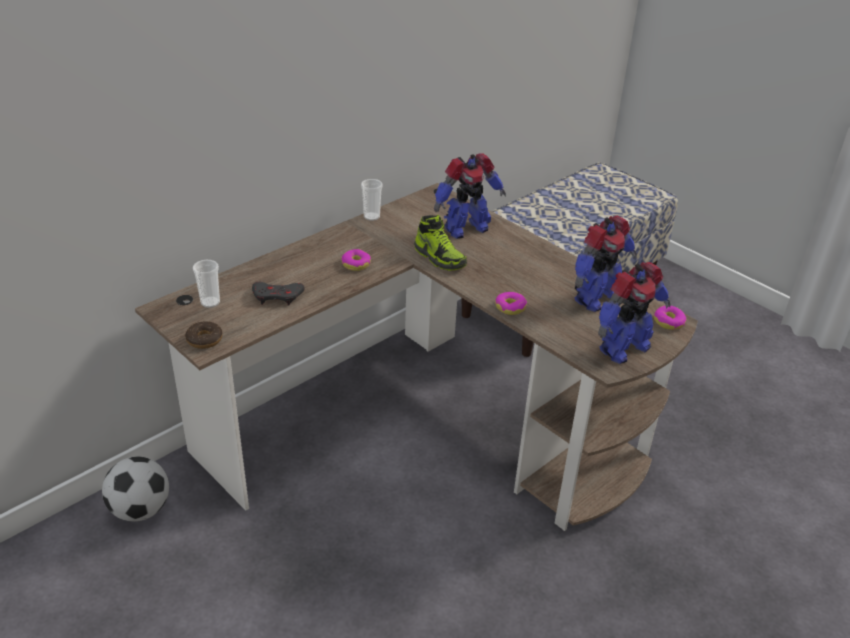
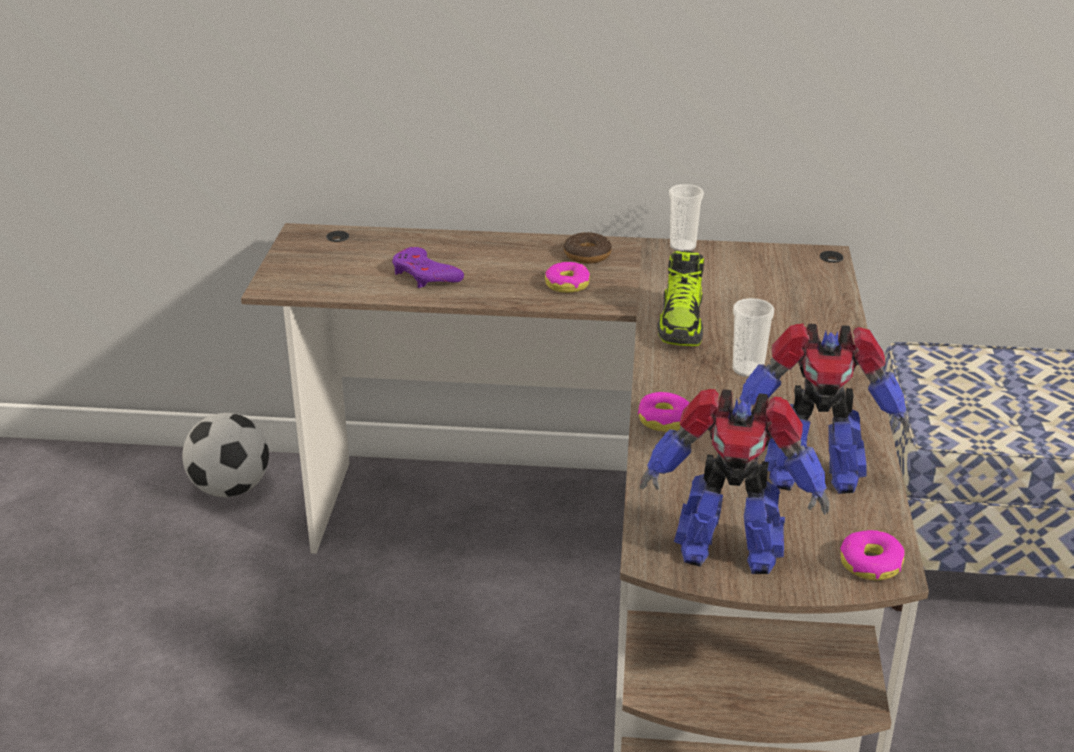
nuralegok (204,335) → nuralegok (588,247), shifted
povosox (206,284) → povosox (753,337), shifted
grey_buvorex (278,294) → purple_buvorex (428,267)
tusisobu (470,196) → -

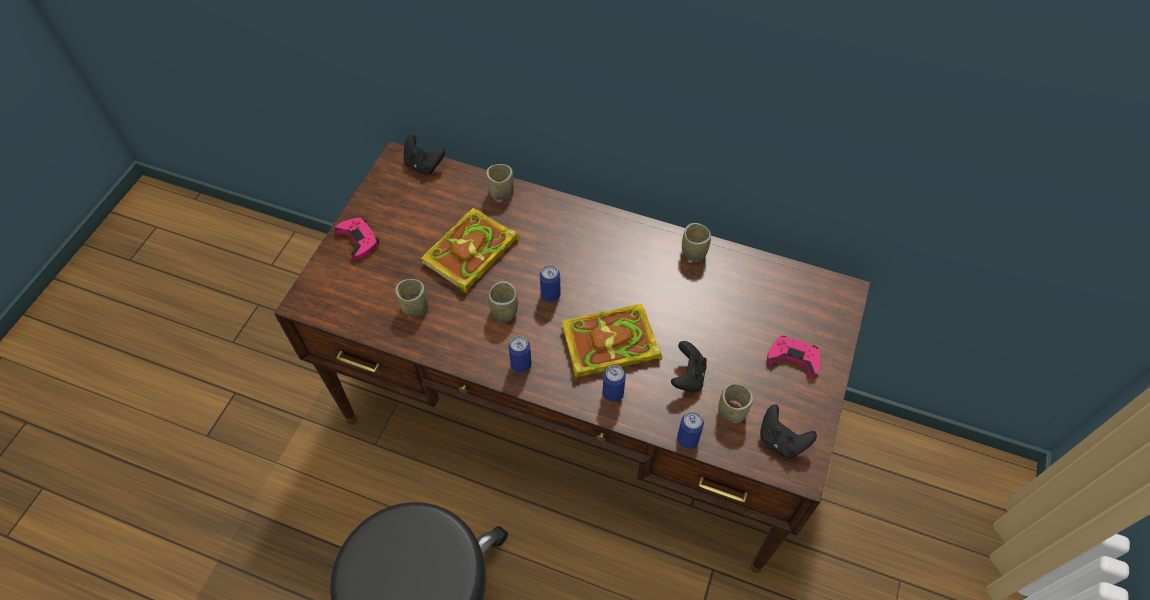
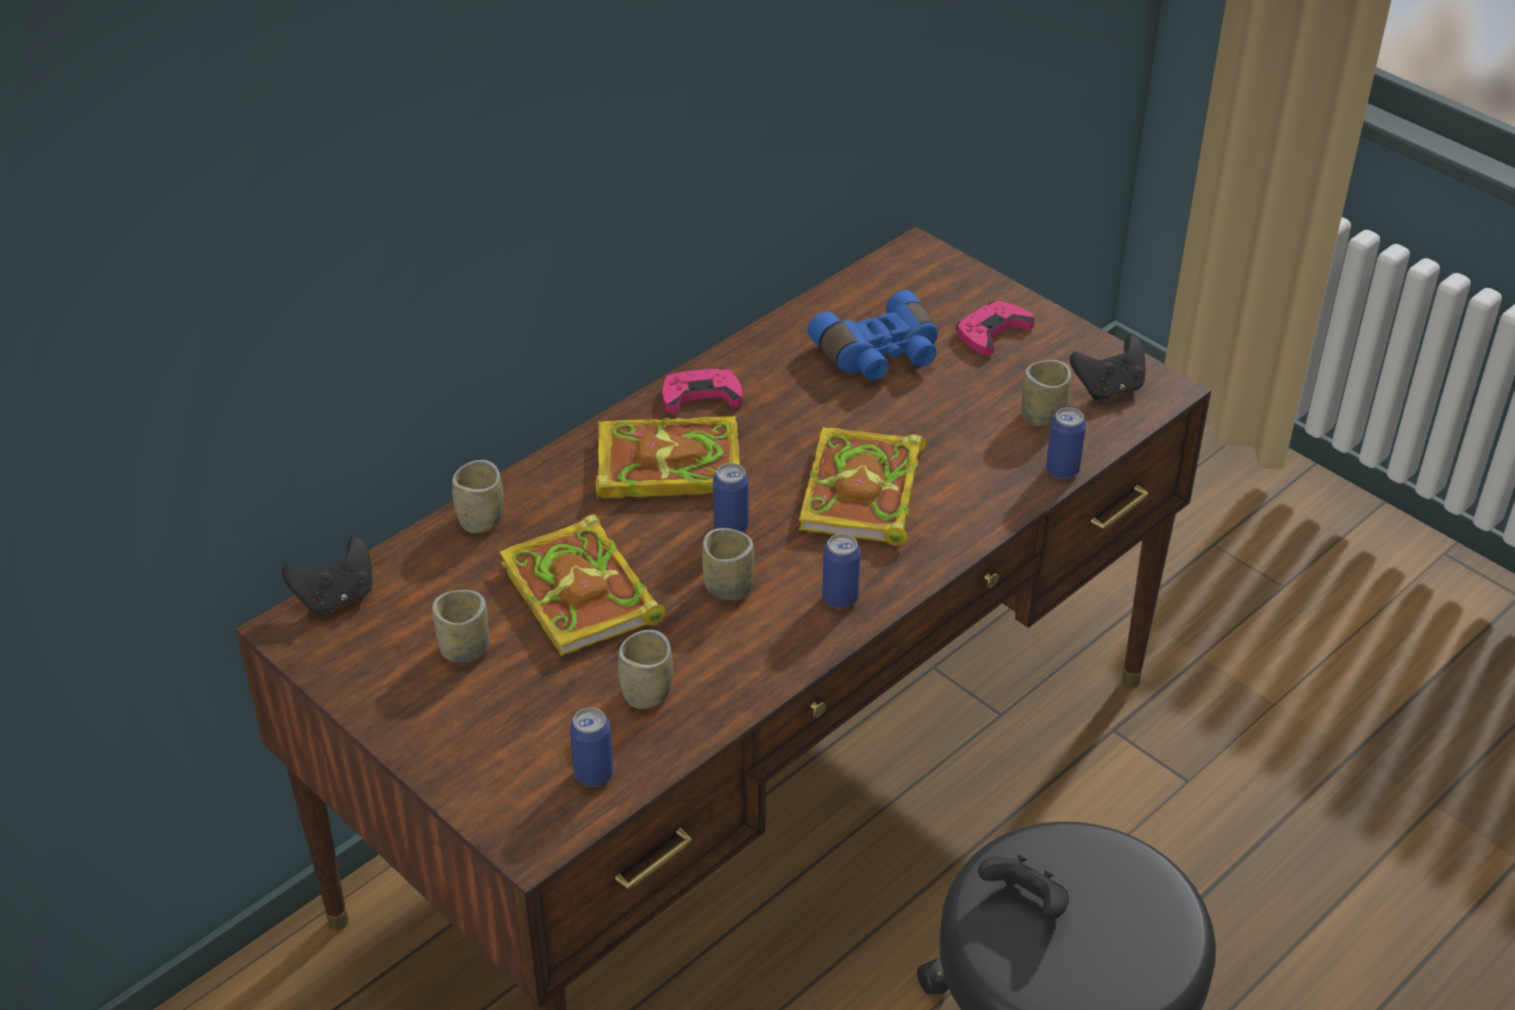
pink_buvorex (356,239) → pink_buvorex (702,391), shifted
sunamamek (614,383) → sunamamek (591,747), shifted
black_buvorex (689,366) → black_buvorex (1023,887), shifted
povosox (696,242) → povosox (460,626), shifted
- → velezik (668,457)
- → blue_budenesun (873,335)

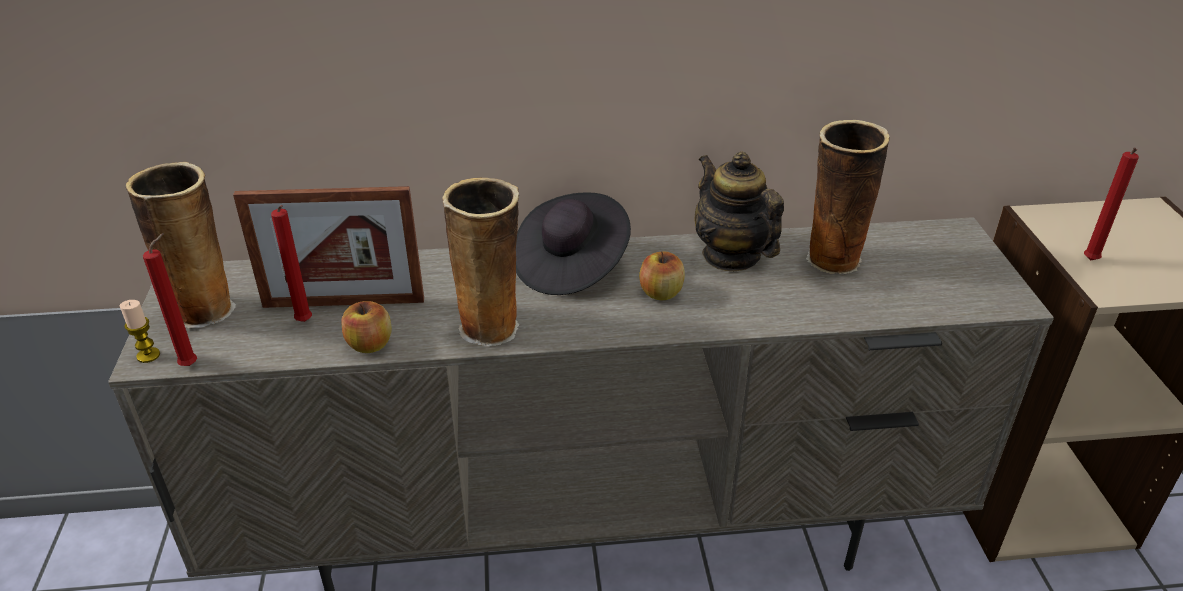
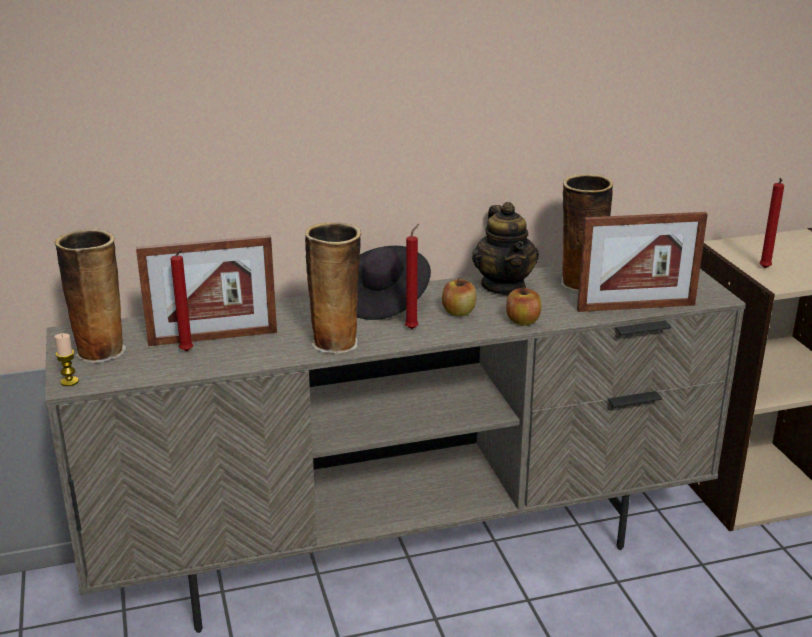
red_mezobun (170,299) → red_mezobun (412,276), shifted
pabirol (366,327) → pabirol (524,306), shifted
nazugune (739,211) → nazugune (505,248), 150 degrees counterclockwise
- → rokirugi (642,262)

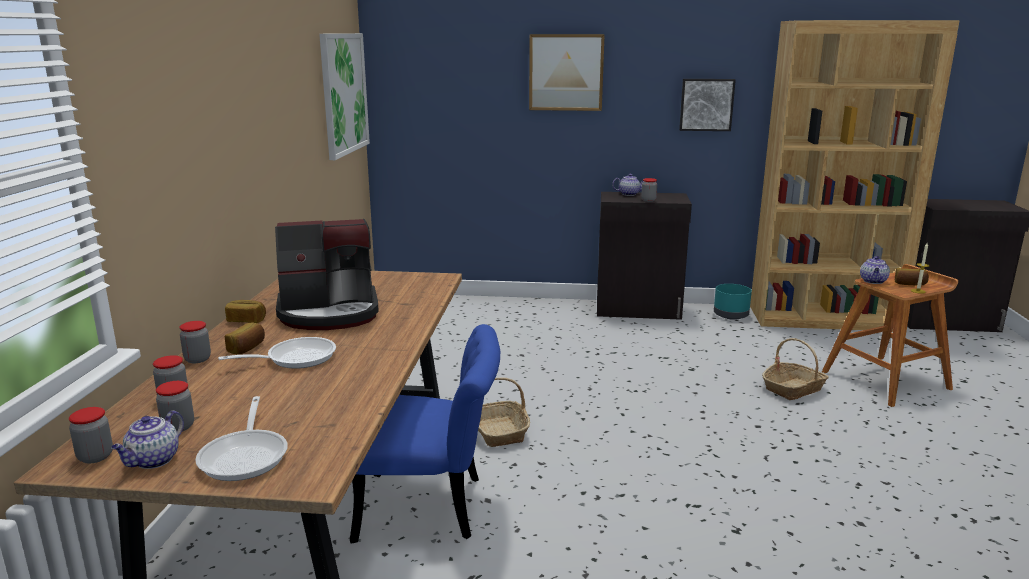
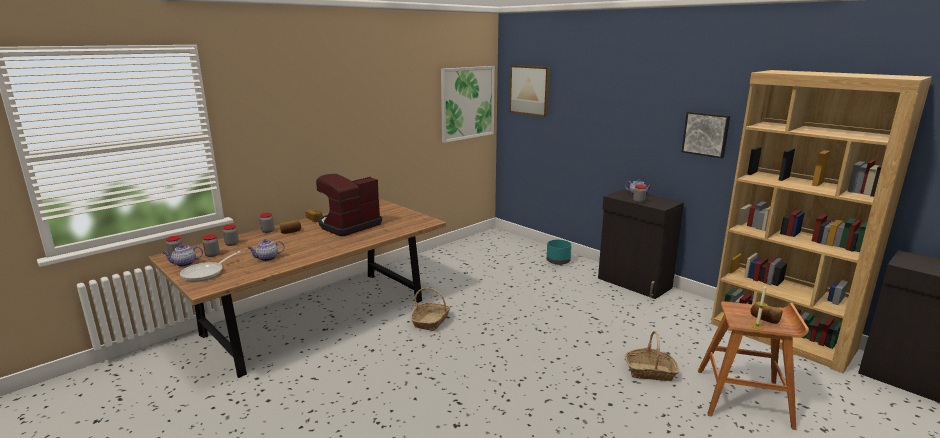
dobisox (277,353) → -
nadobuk (326,274) → nadobuk (349,205), 105 degrees clockwise
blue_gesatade (425,433) → -
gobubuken (567,72) → gobubuken (529,91), shifted
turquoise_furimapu (733,302) → turquoise_furimapu (559,252), shifted
nazugune (875,270) → nazugune (266,250), shifted

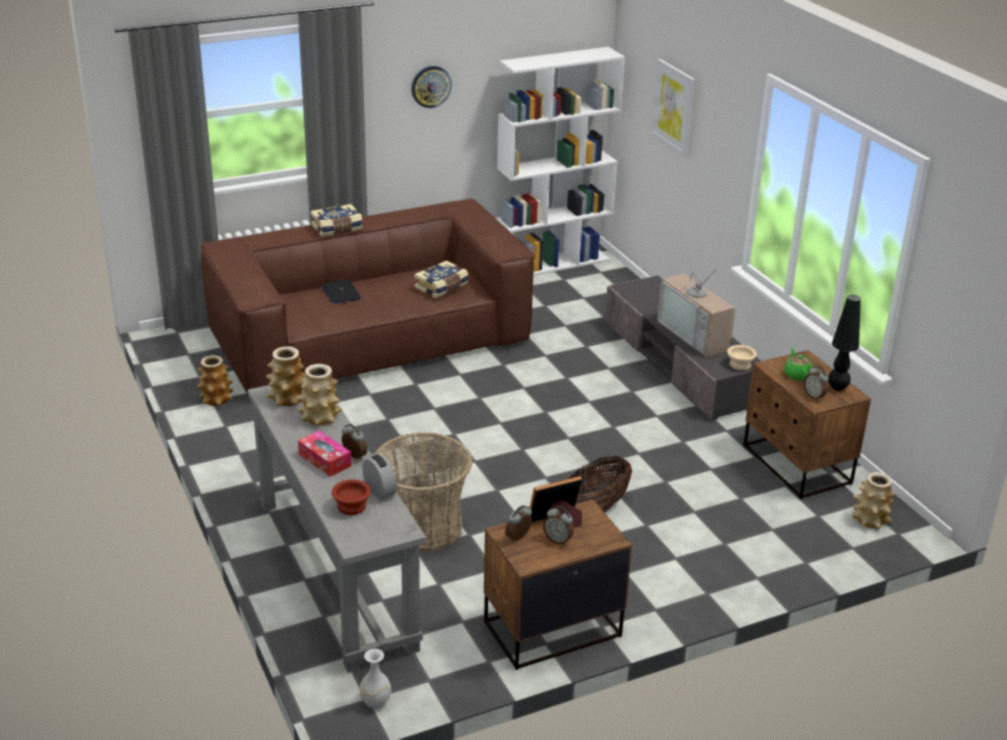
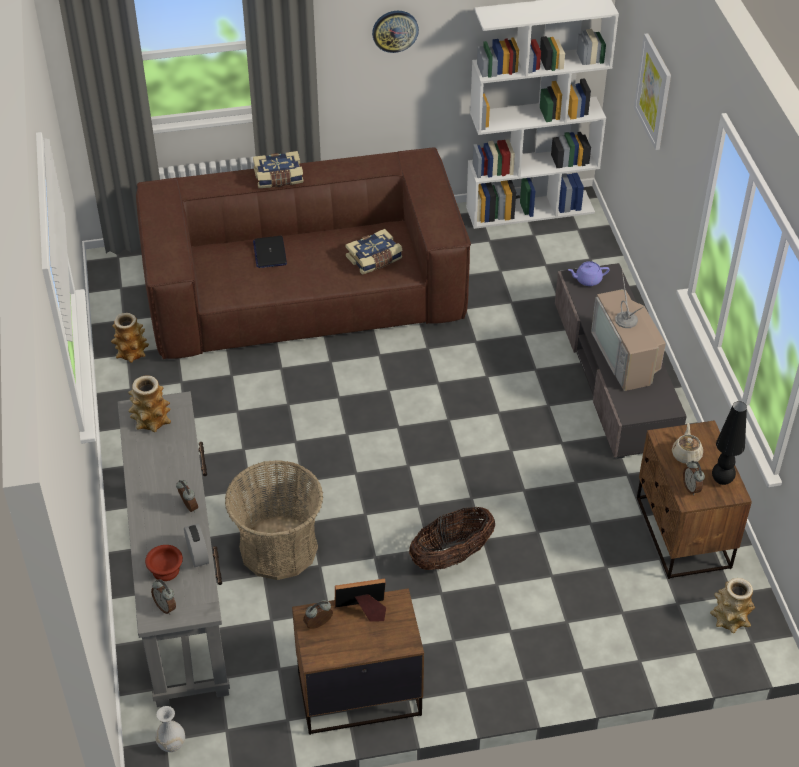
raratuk (319,394) → -
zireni (325,454) → -
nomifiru (558,525) → nomifiru (163,596), shifted
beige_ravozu (742,357) → -
green_nazugune (798,364) → beige_nazugune (687,444)
- → purple_nazugune (589,273)

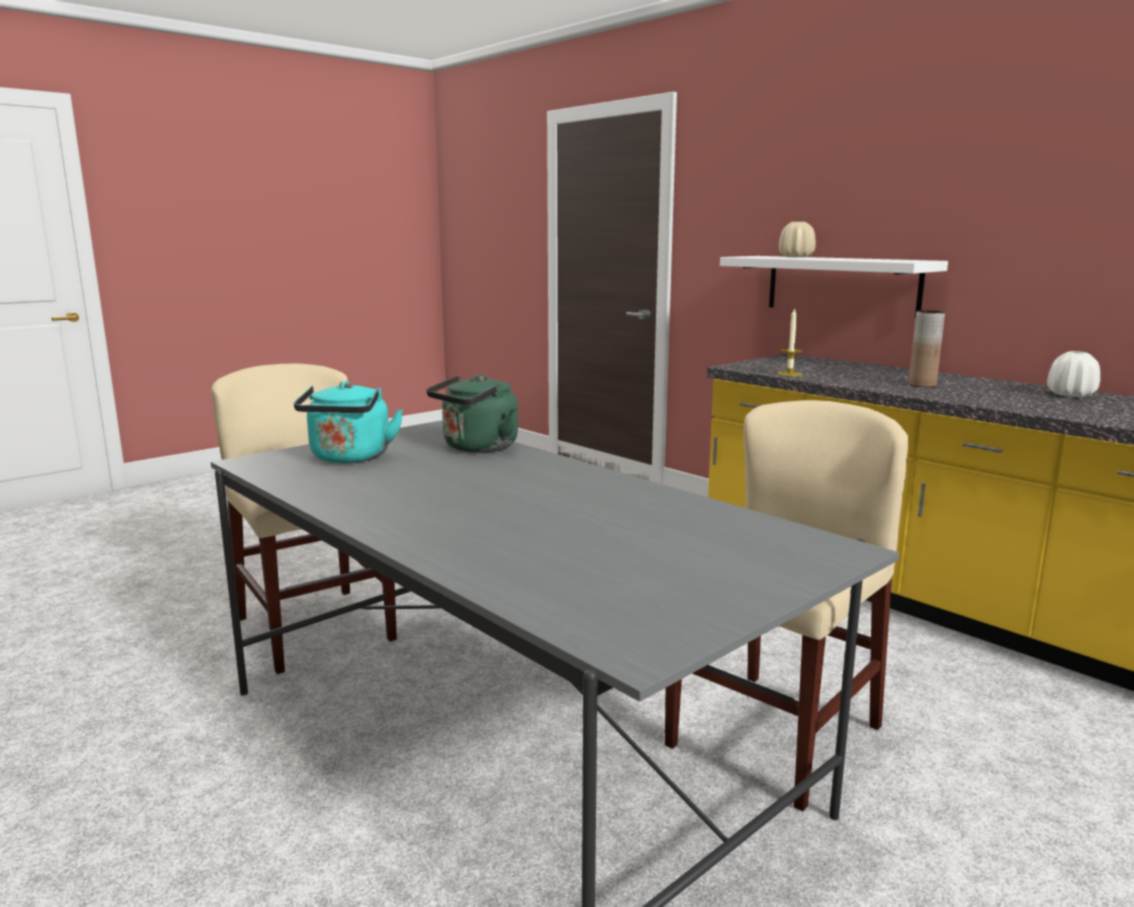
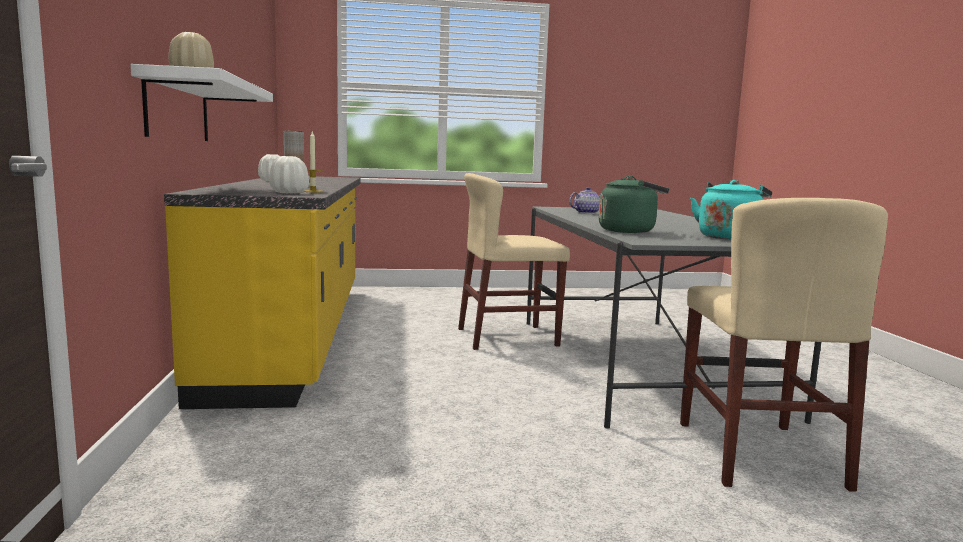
- → white_raratuk (289,175)
- → nazugune (584,200)

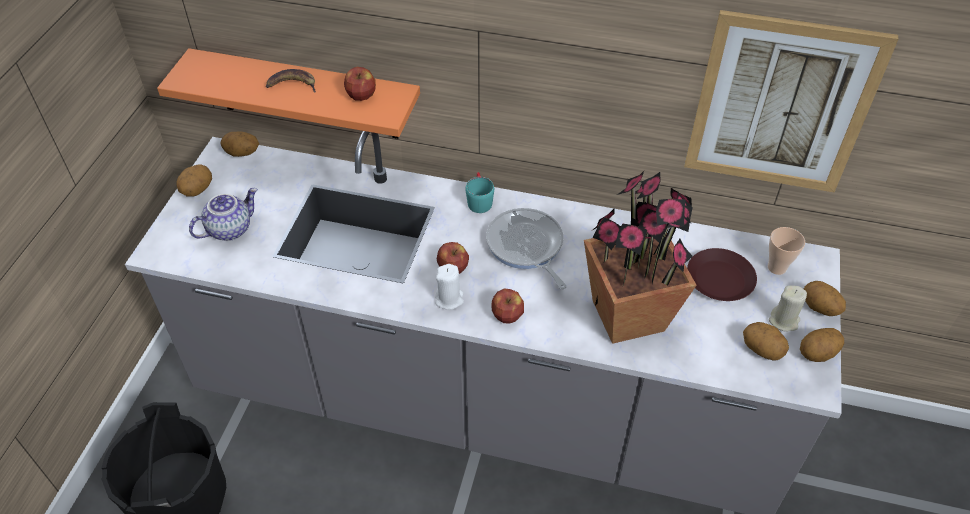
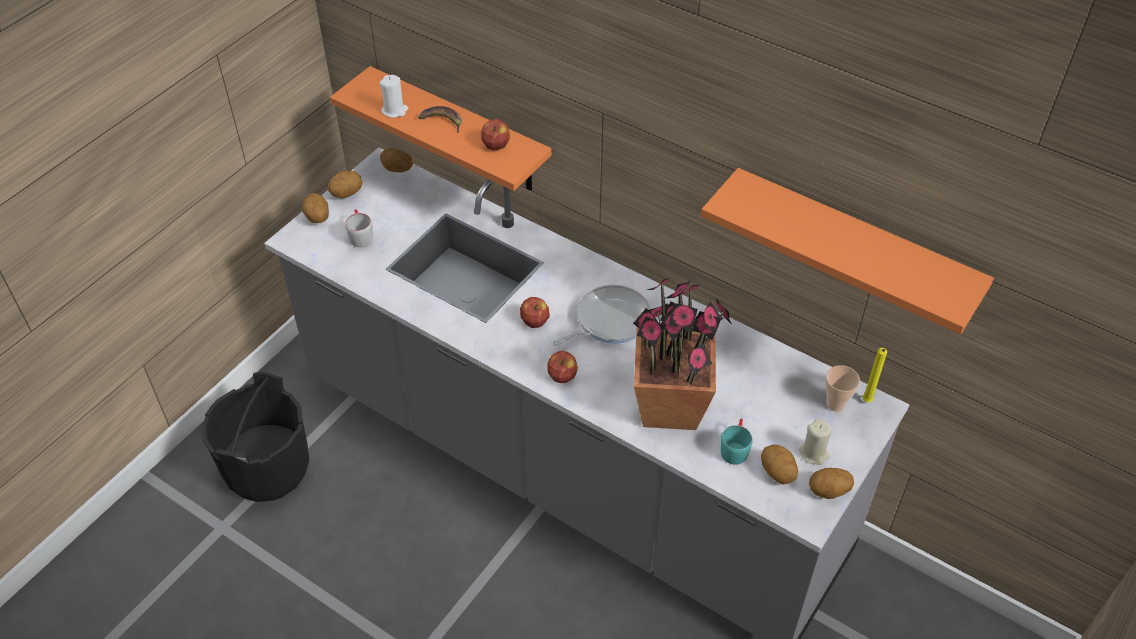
nazugune (223,214) → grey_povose (359,228)
white_mezobun (449,287) → white_mezobun (393,96), shifted
turquoise_povose (479,192) → turquoise_povose (737,442), shifted
dobisox (526,248) → dobisox (602,315), 60 degrees clockwise
gobubuken (791,101) → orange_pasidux (847,251)
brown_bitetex (722,274) → -
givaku (825,298) → givaku (315,208), shifted
- → yellow_mezobun (875,375)

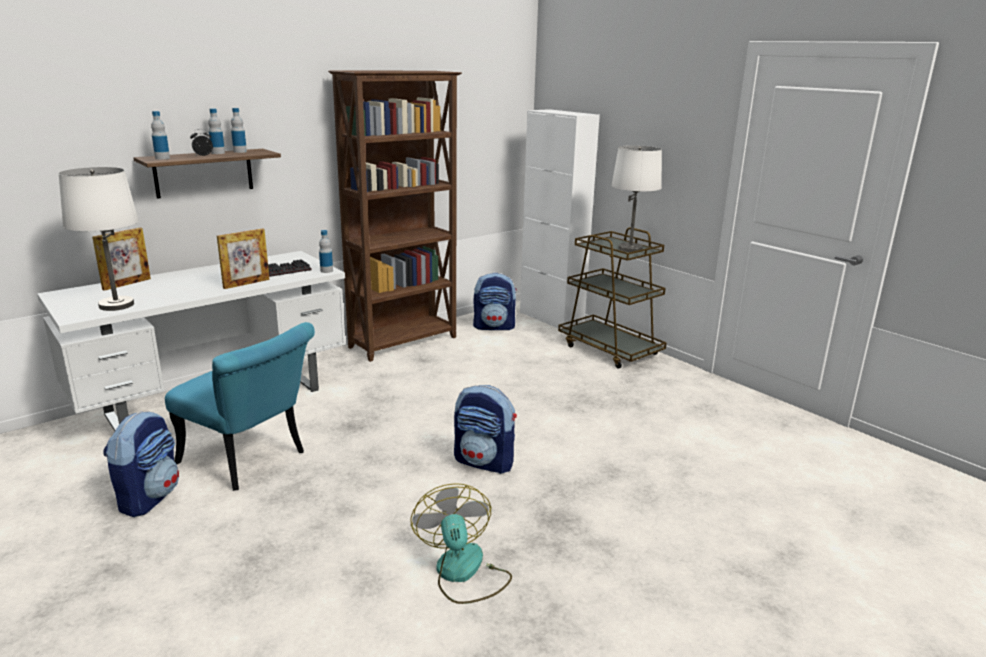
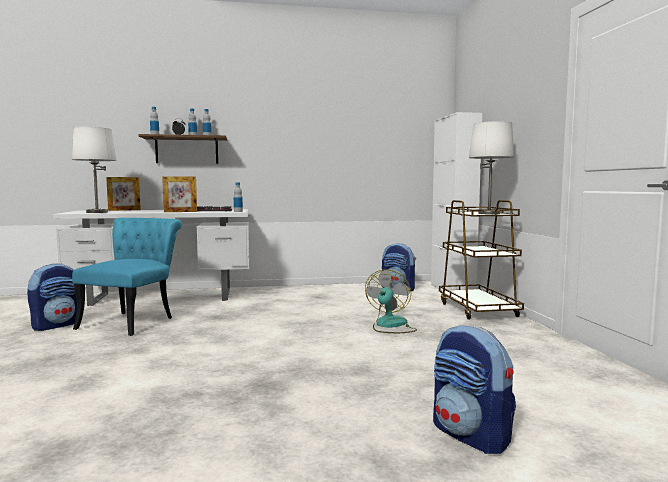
turquoise_gesatade (240,406) → turquoise_gesatade (127,277), 135 degrees counterclockwise
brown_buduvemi (395,216) → -
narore (461,543) → narore (391,301), shifted
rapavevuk (485,429) → rapavevuk (474,389), shifted

